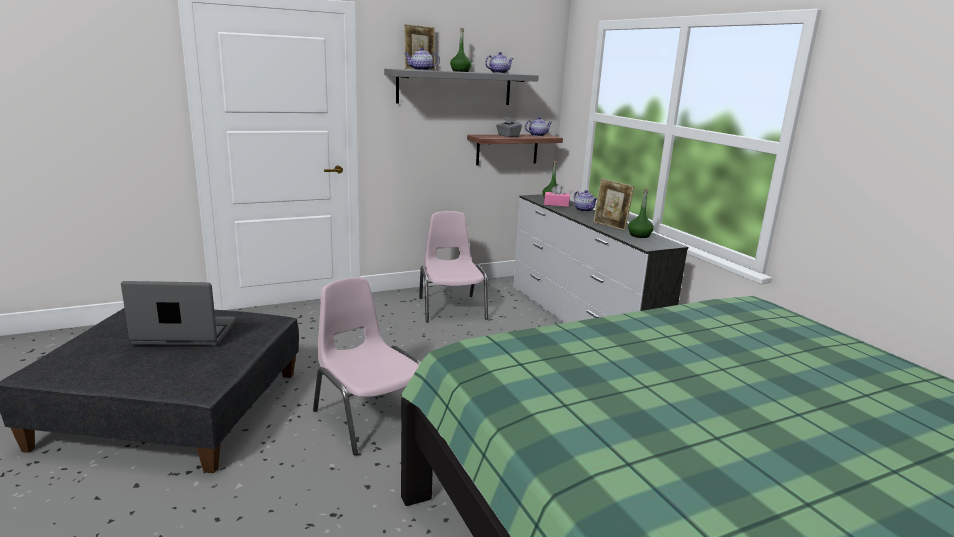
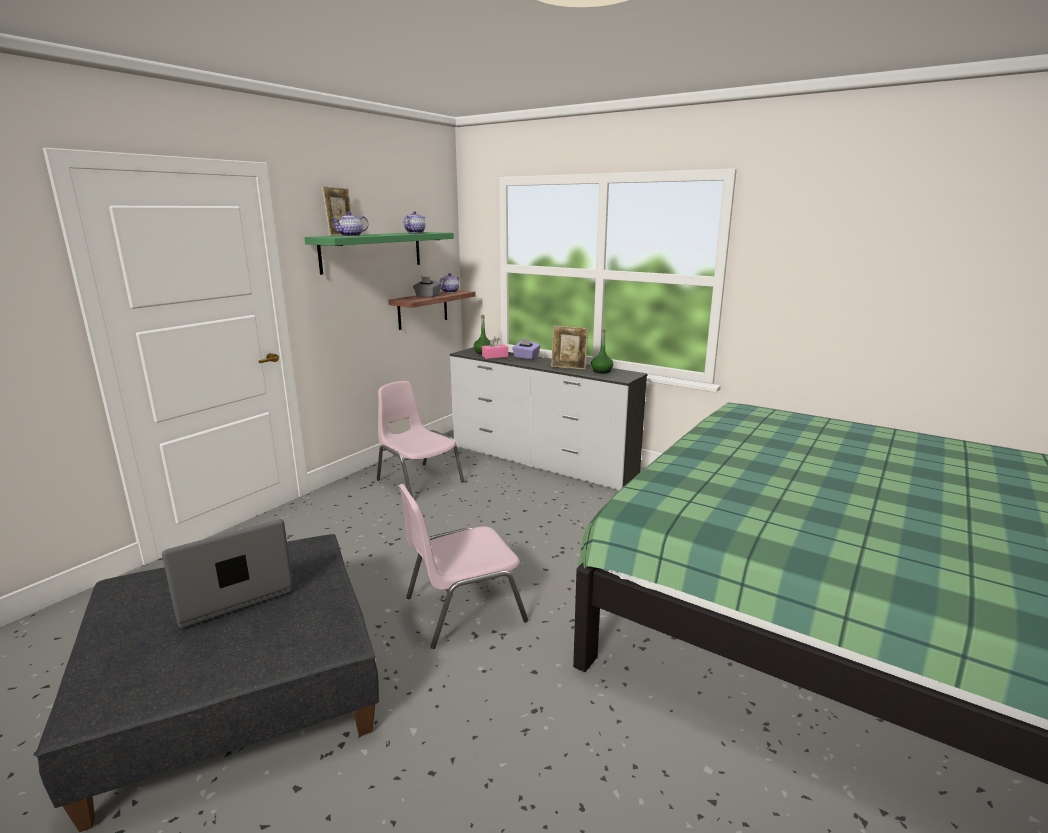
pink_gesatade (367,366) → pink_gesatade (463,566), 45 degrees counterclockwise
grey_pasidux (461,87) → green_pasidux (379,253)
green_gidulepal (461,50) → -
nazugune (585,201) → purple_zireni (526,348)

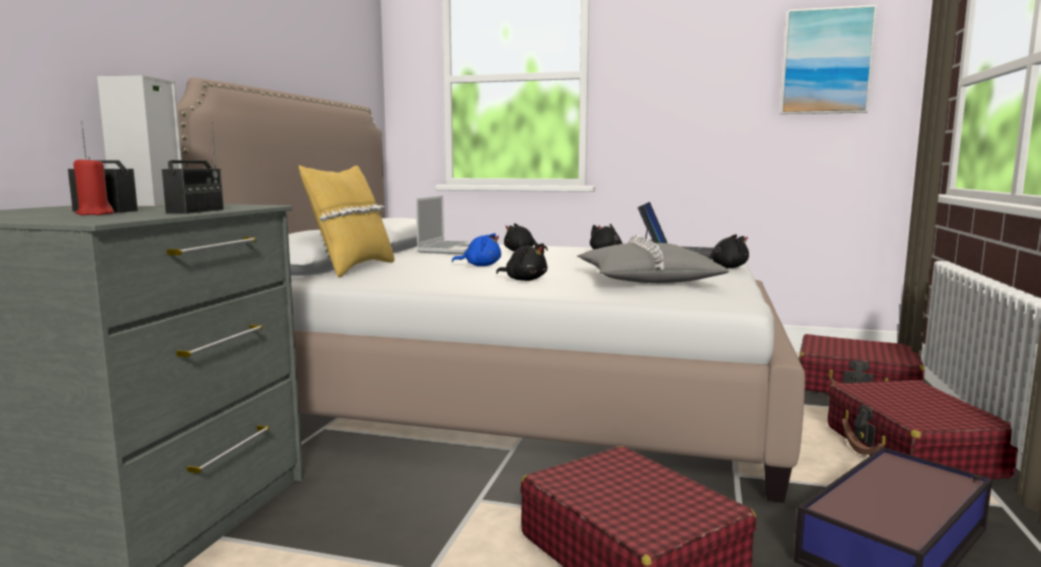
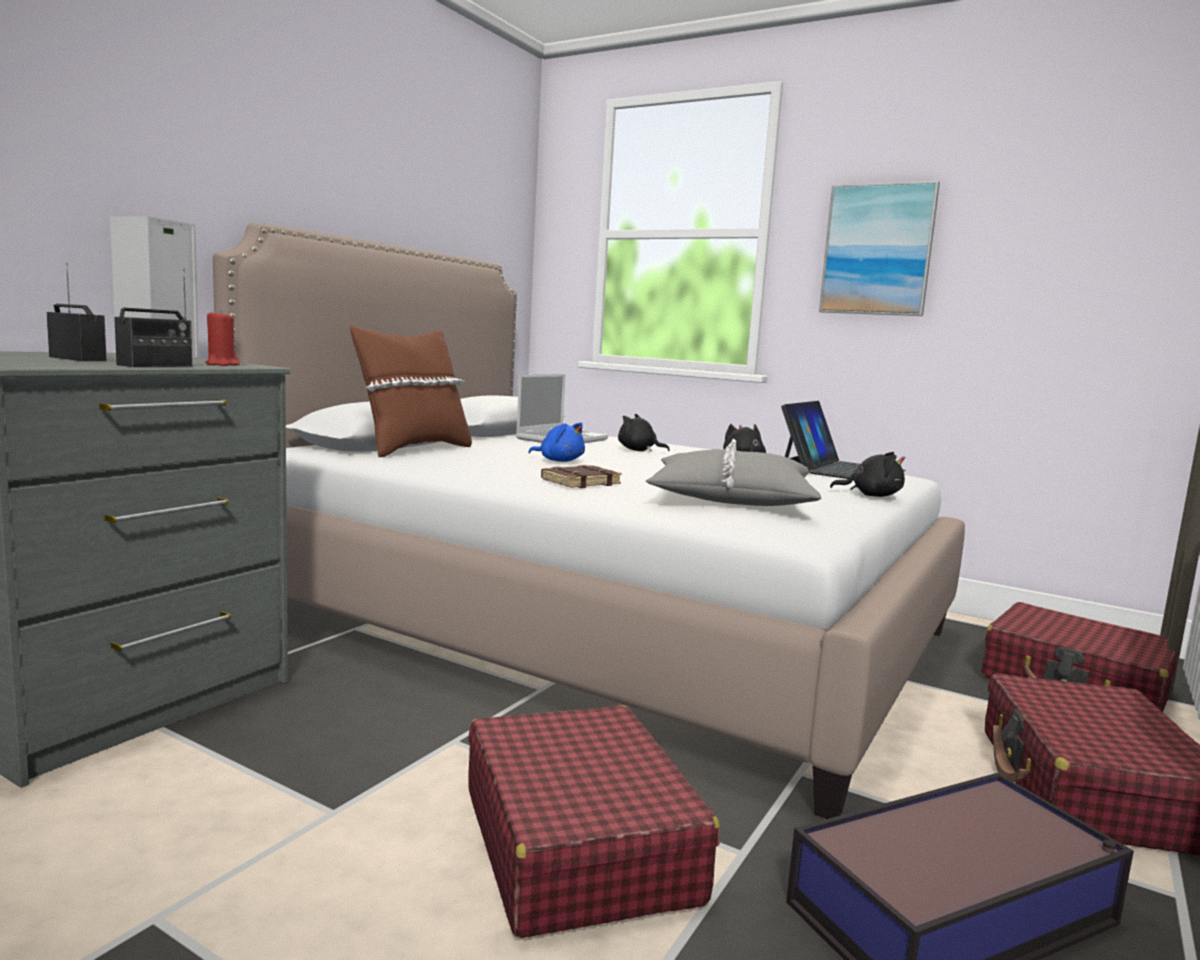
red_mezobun (93,186) → red_mezobun (222,338), shifted
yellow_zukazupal (347,221) → brown_zukazupal (411,391)
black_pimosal (521,262) → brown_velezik (581,476)
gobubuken (828,59) → gobubuken (879,248), shifted

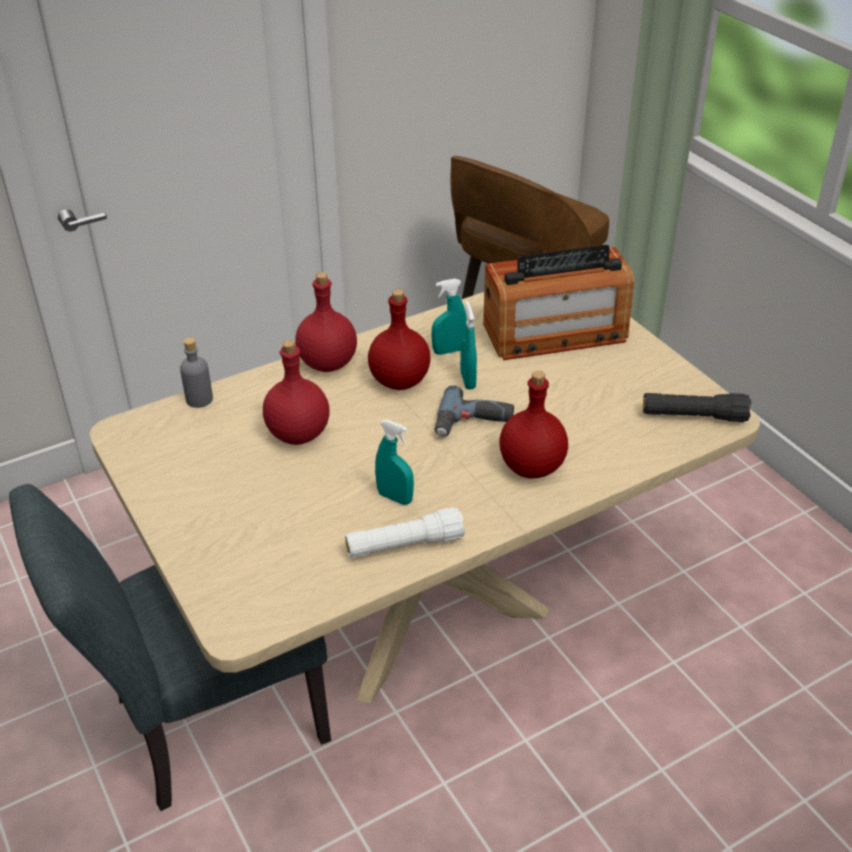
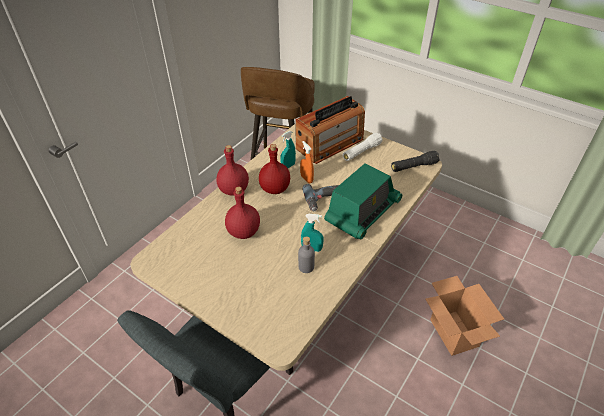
grey_gidulepal (196,372) → grey_gidulepal (306,254), shifted
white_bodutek (405,532) → white_bodutek (363,147), shifted
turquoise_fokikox (468,345) → orange_fokikox (307,162)
red_gidulepal (533,425) → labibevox (363,201)
- → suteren (464,316)

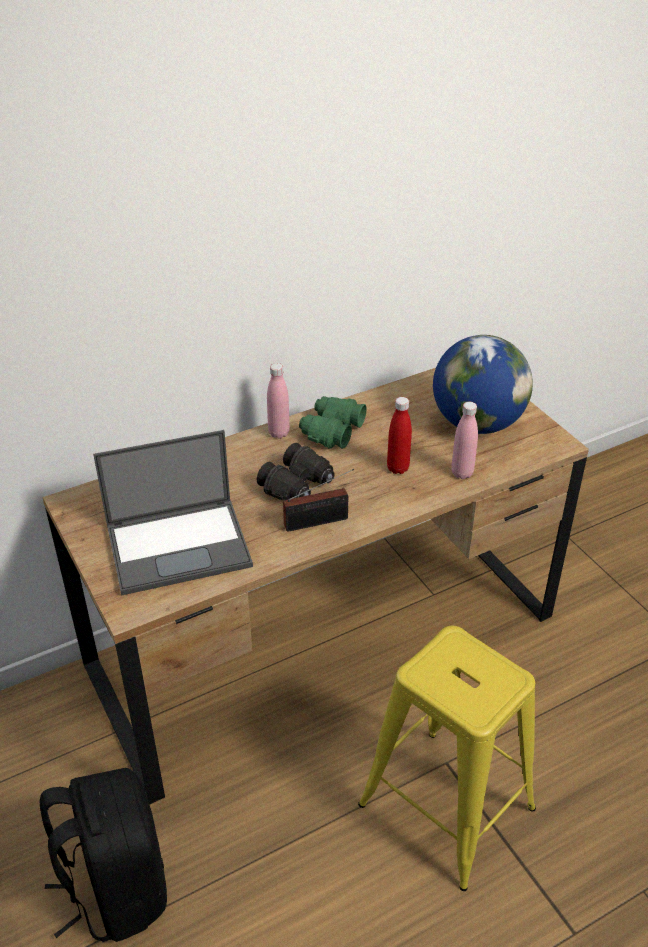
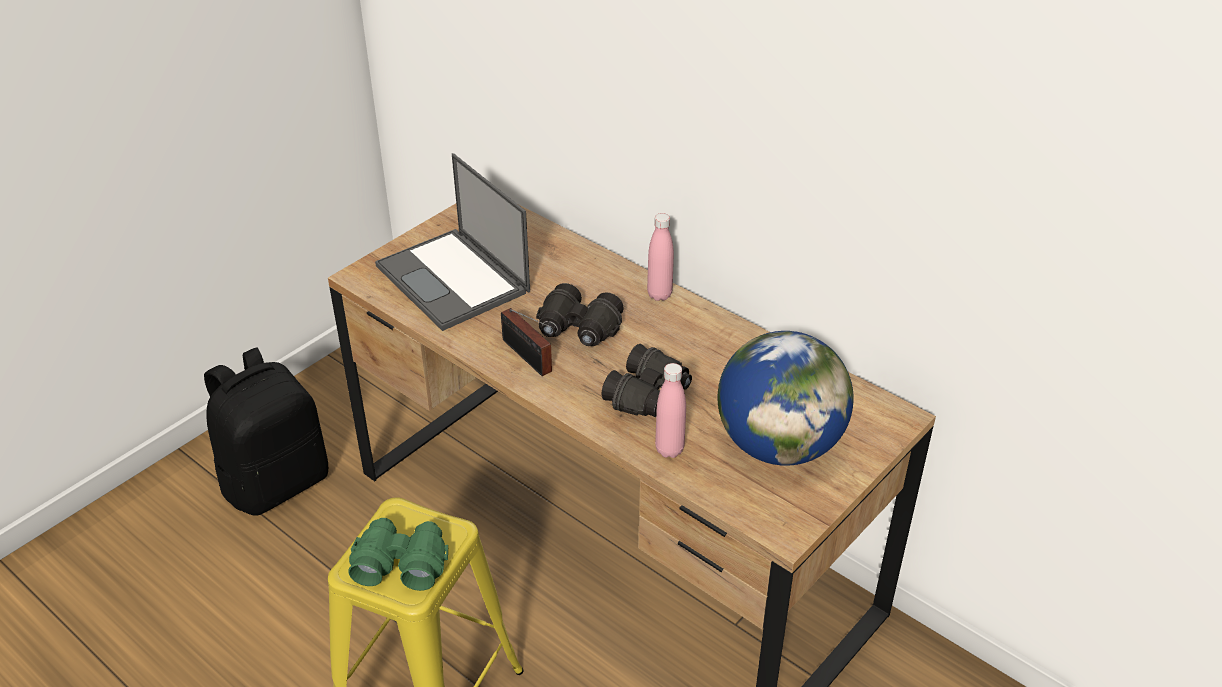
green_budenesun (333,422) → green_budenesun (398,554), shifted
red_gidulepal (399,435) → black_budenesun (647,380)

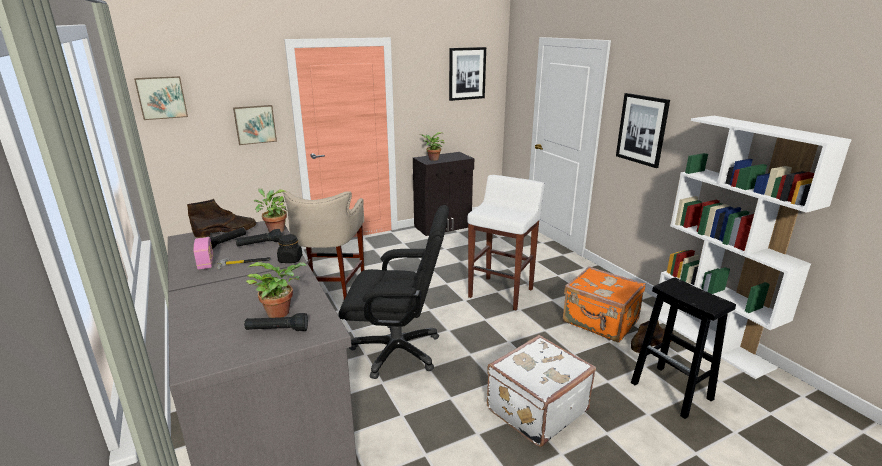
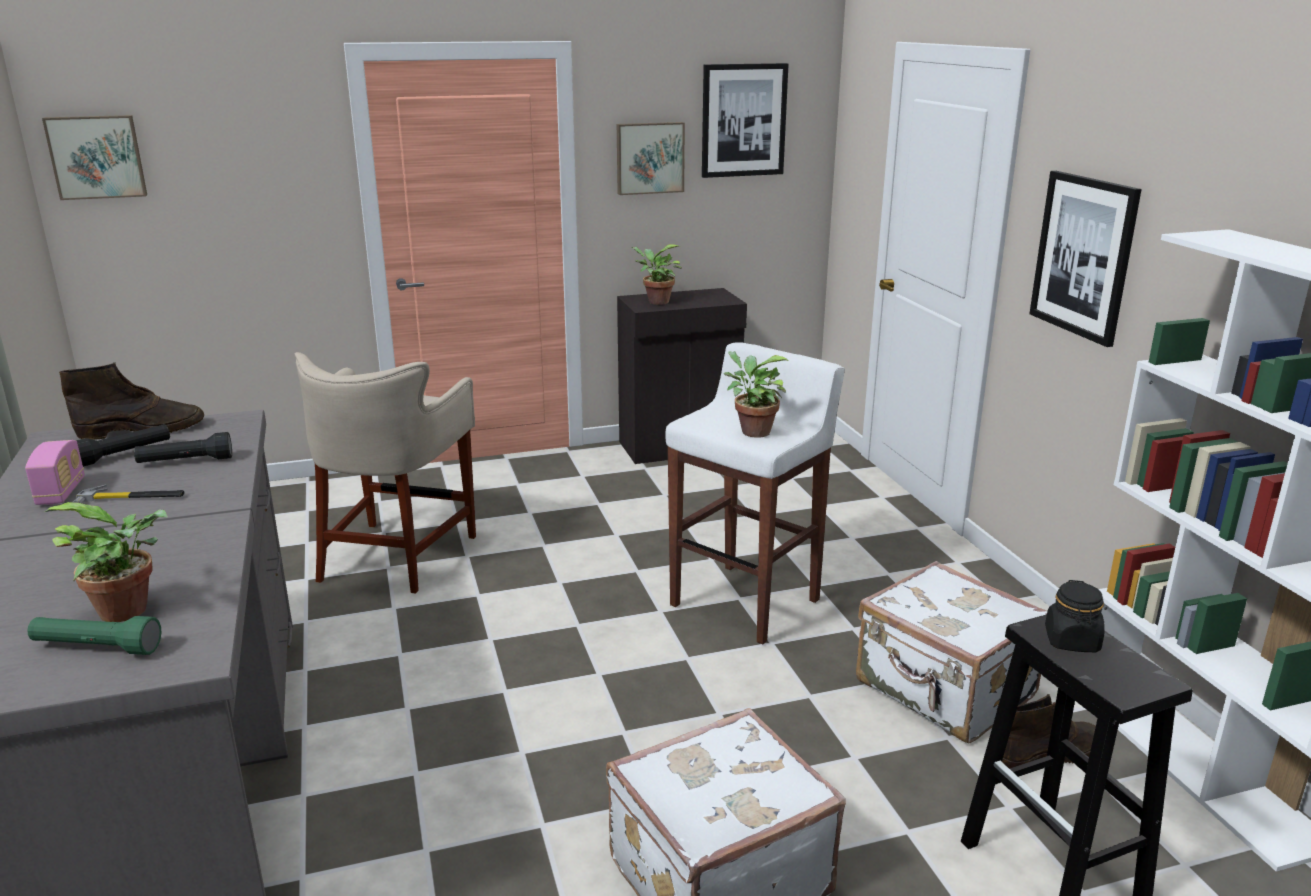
gobubuken (255,125) → gobubuken (651,158), shifted
black_bodutek (276,322) → green_bodutek (94,635)
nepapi (270,210) → nepapi (756,394), shifted
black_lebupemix (290,248) → black_lebupemix (1075,616), shifted
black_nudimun (393,292) → -
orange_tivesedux (604,304) → white_tivesedux (951,652)

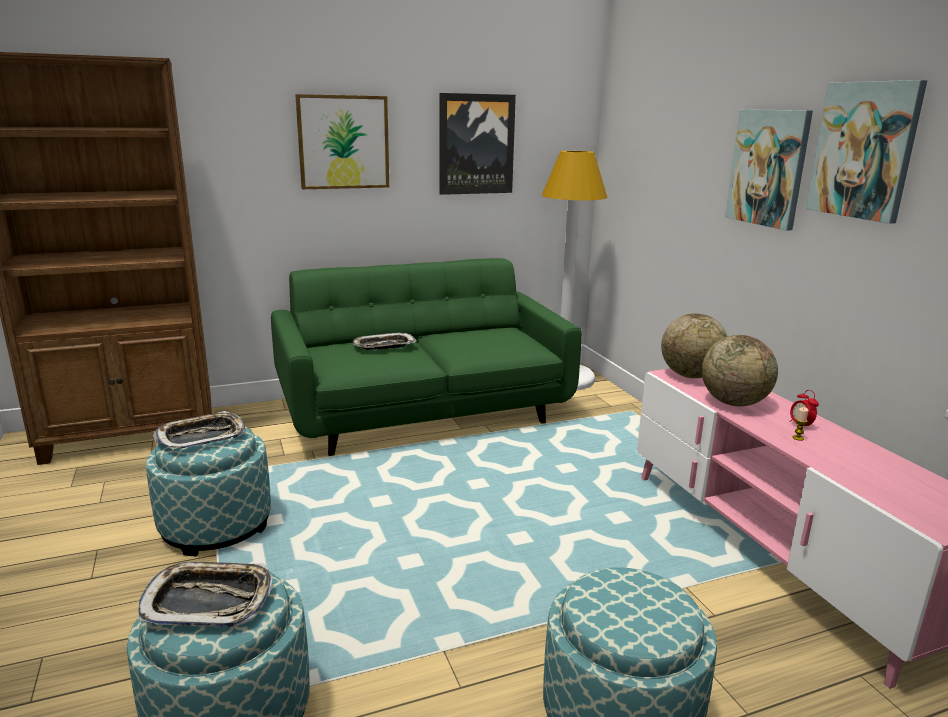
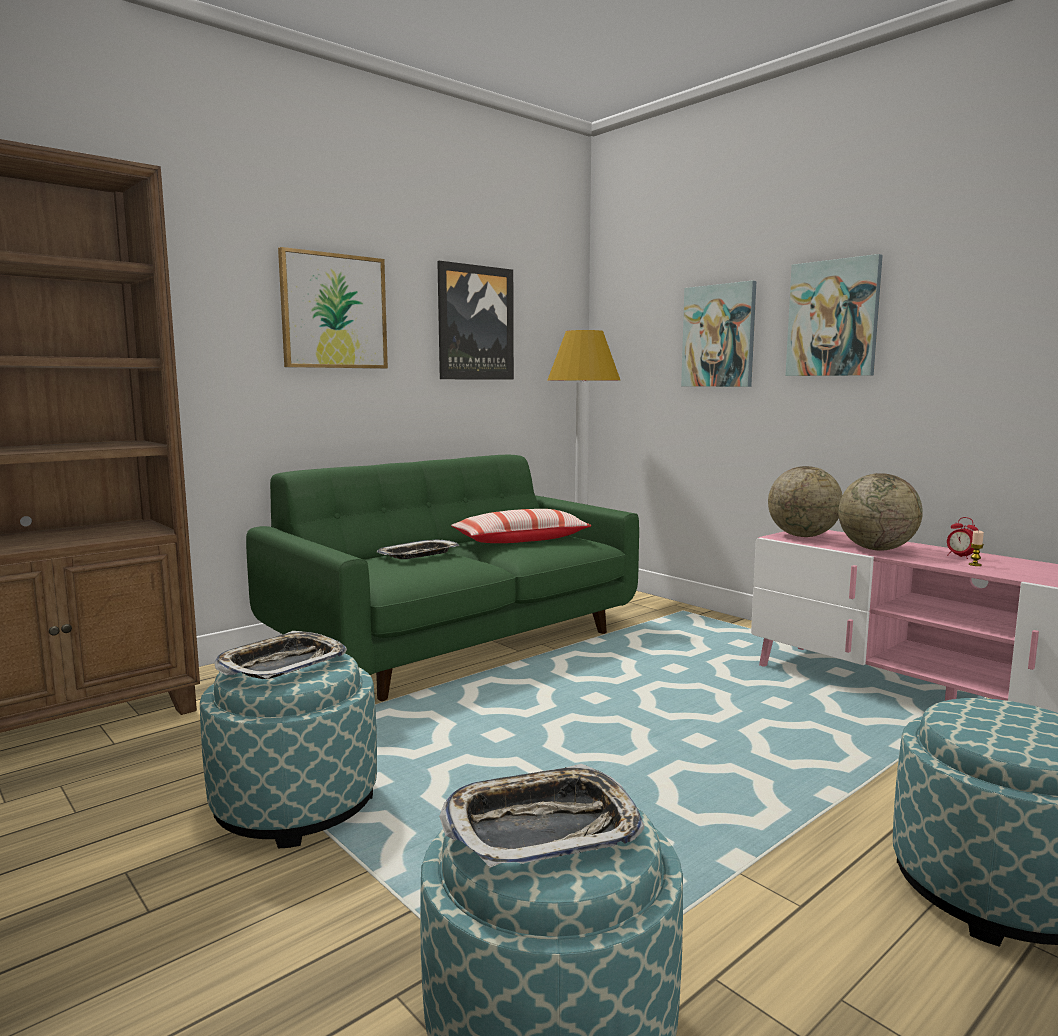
gobubuken (866,152) → gobubuken (718,334), shifted
- → zukazupal (521,526)

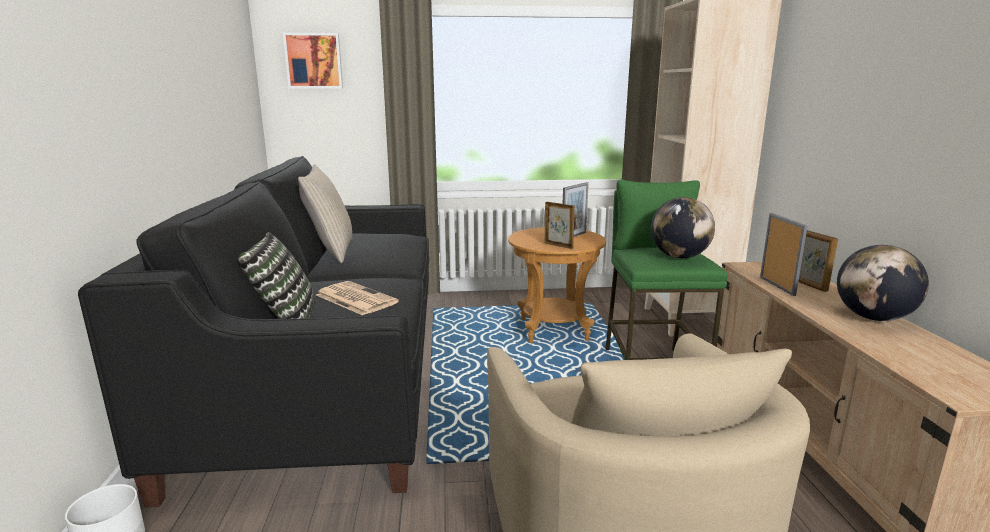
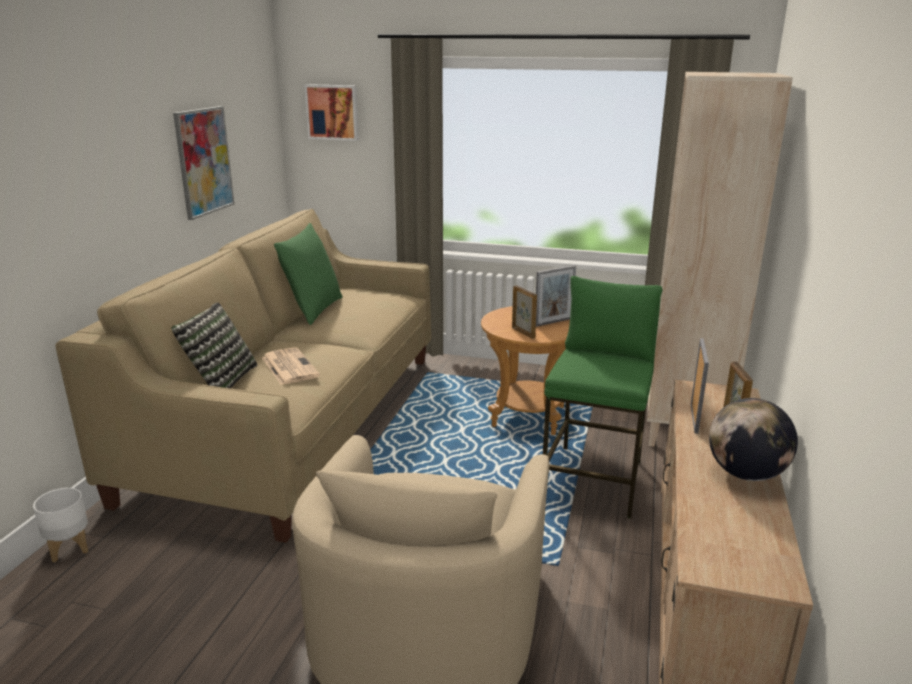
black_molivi (253,332) → beige_molivi (243,376)
beige_zukazupal (325,213) → green_zukazupal (308,274)
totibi (683,227) → -
- → gobubuken (203,163)

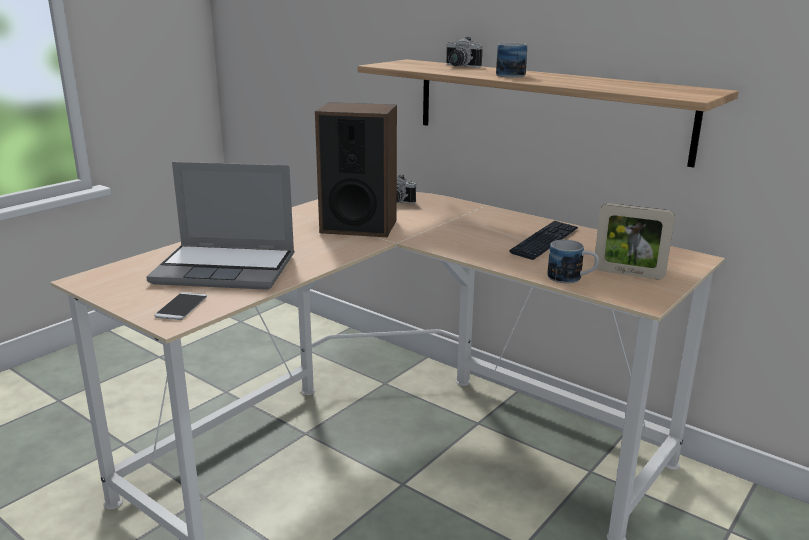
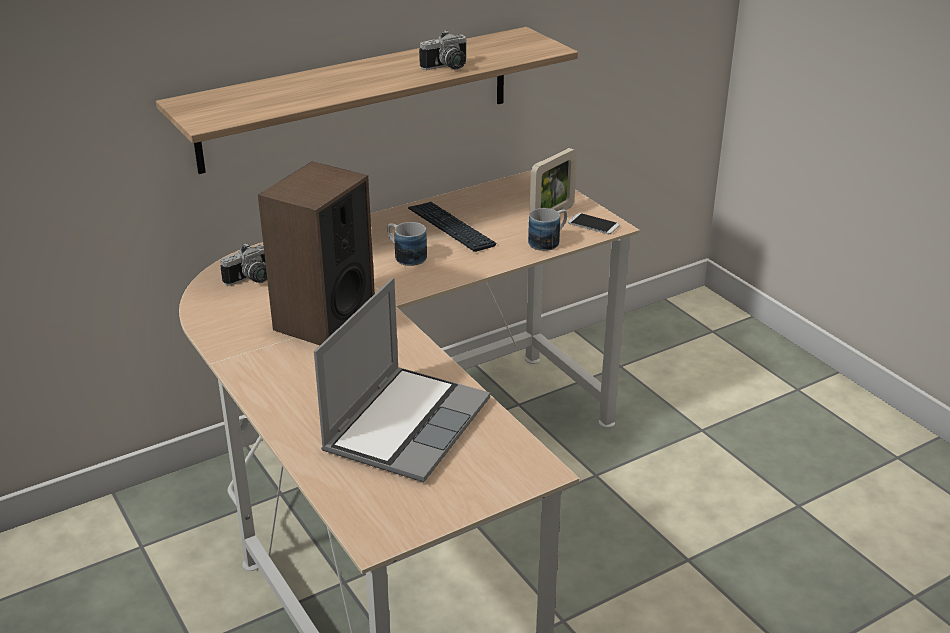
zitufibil (180,306) → zitufibil (594,223), shifted
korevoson (464,52) → korevoson (443,50), shifted
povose (511,60) → povose (407,244), shifted

